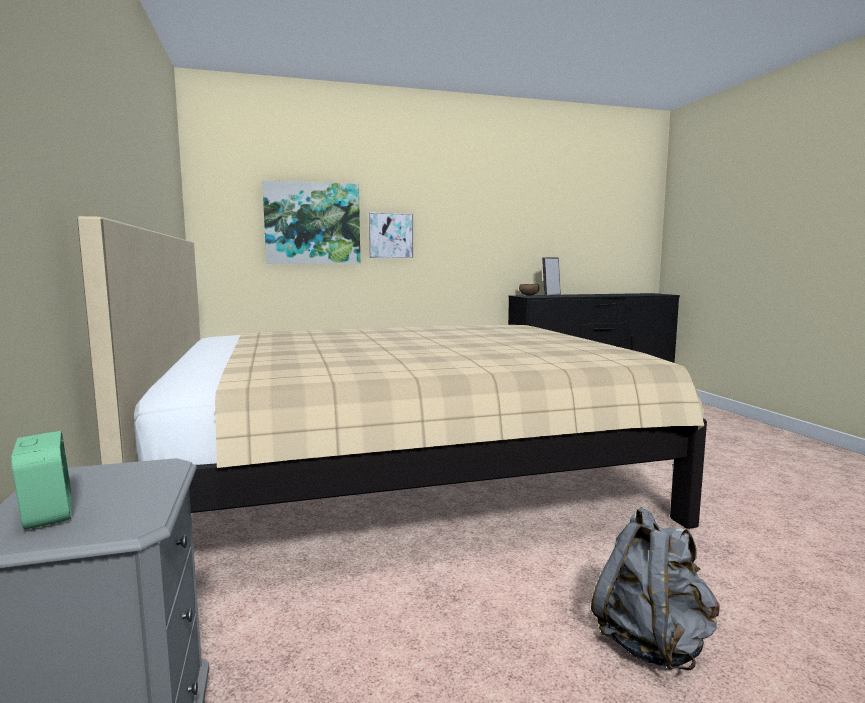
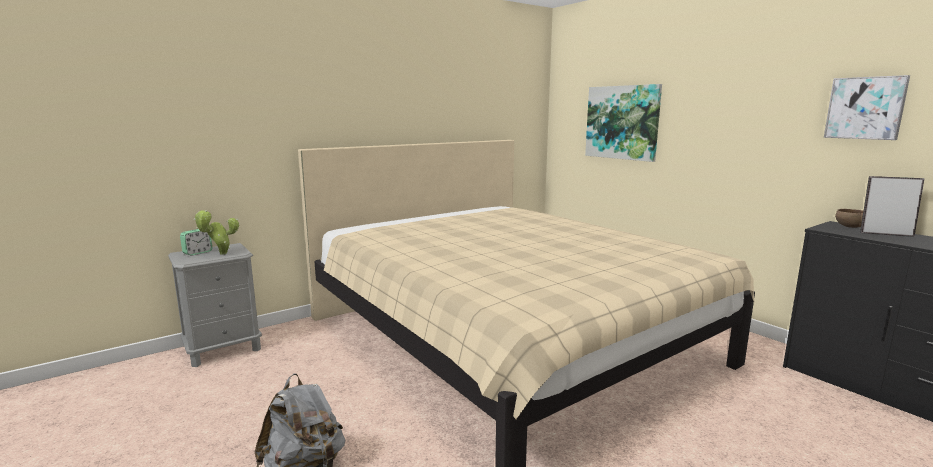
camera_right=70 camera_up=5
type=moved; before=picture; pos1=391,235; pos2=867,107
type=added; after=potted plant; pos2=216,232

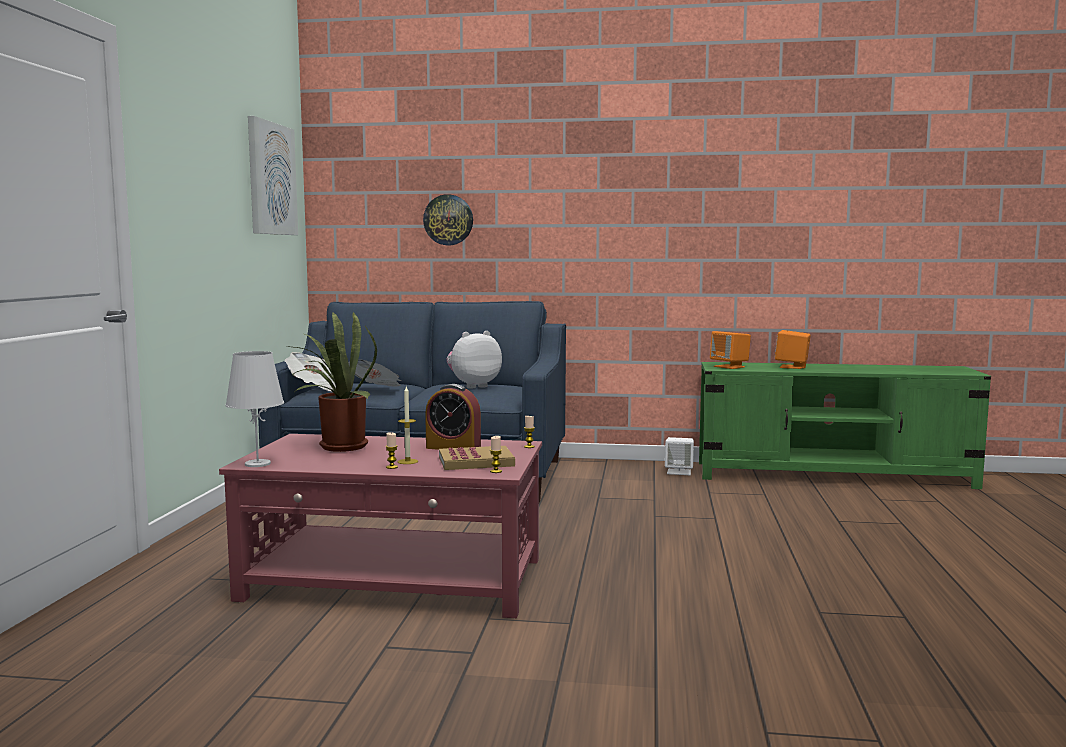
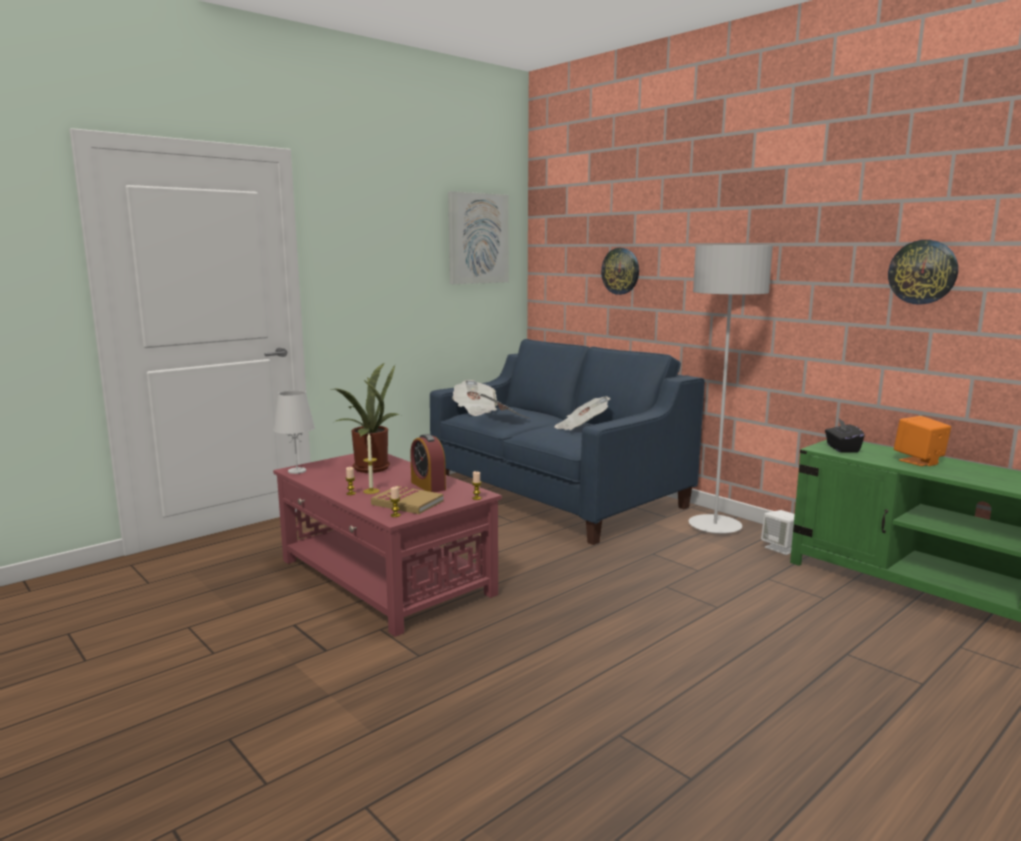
camera_right=40 camera_up=5
type=replaced; before=plush toy; after=newspaper; pos1=474,360; pos2=582,413
type=replaced; before=orange speaker; after=black tissue box; pos1=730,350; pos2=845,436
type=added; after=grey floor lamp; pos2=731,389
type=added; after=wall clock; pos2=923,272

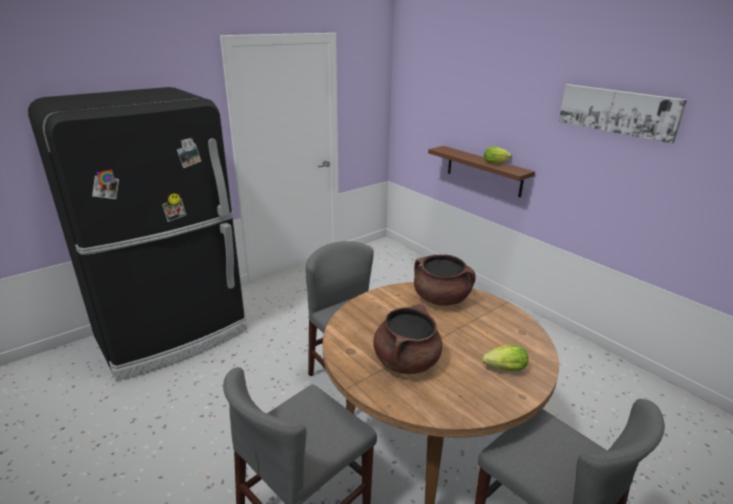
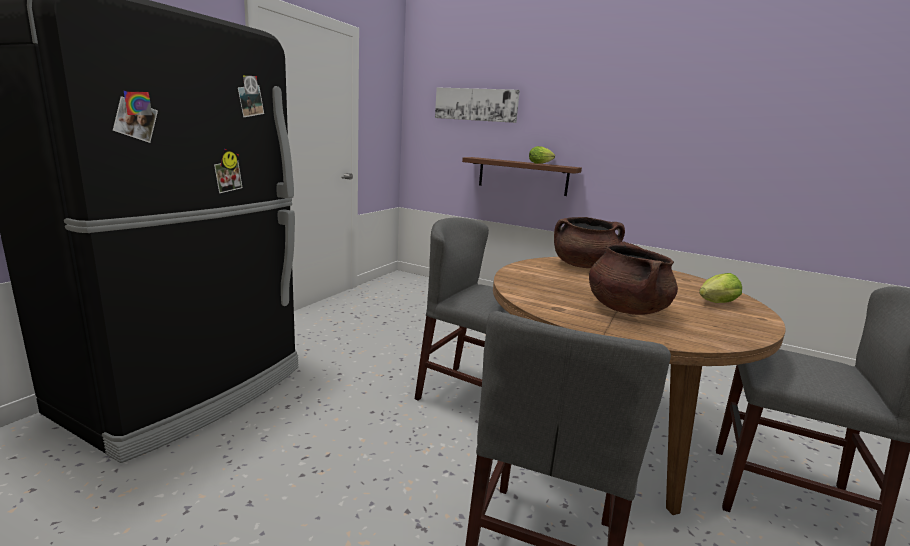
camera_right=-25 camera_up=-10
type=moved; before=picture; pos1=623,114; pos2=477,105

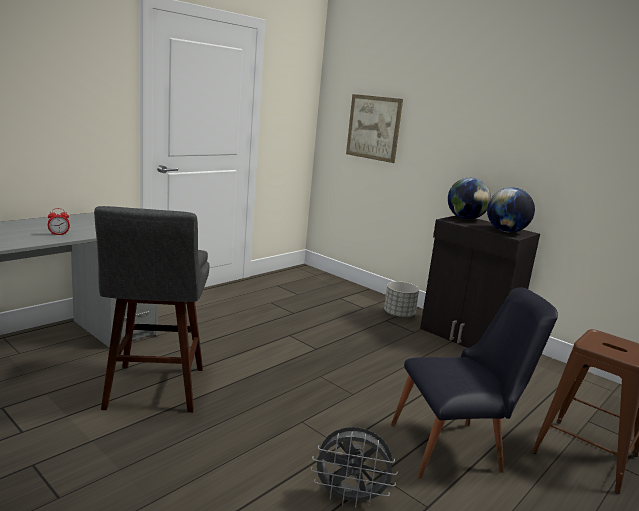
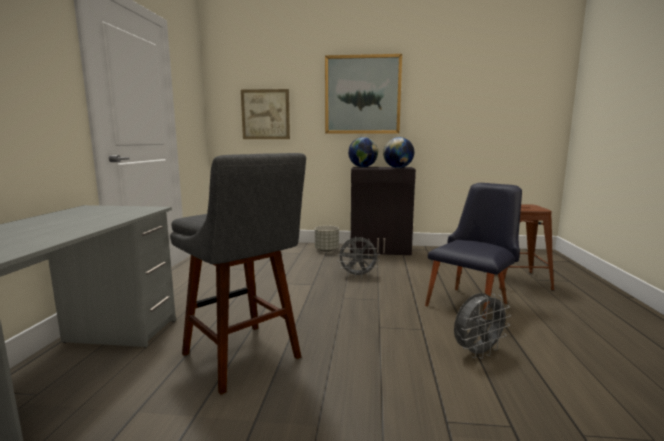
camera_right=-35 camera_up=-5
type=removed; before=alarm clock; pos1=59,221
type=added; after=picture; pos2=363,94
type=added; after=grey fan; pos2=358,257

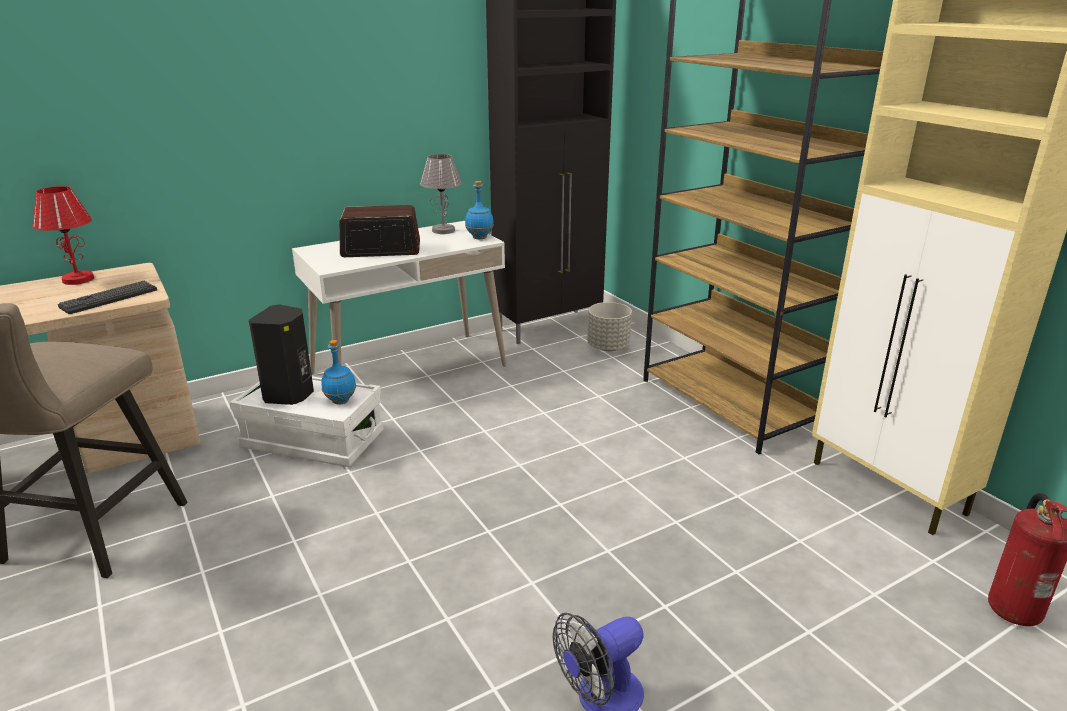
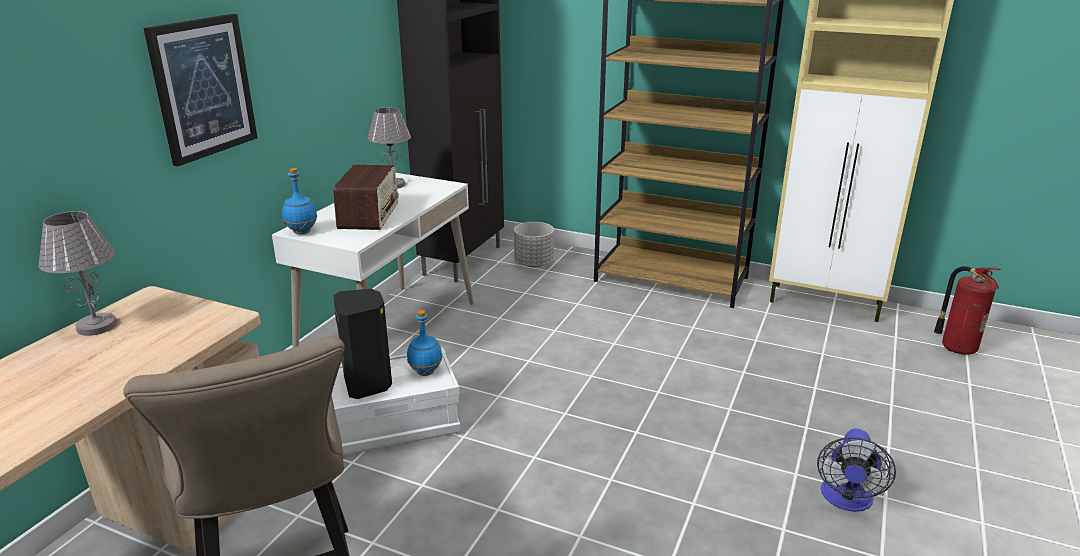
camera_right=-35 camera_up=0
type=recoloured; before=red table lamp; after=grey table lamp; pos1=63,235; pos2=77,273
type=removed; before=keyboard; pos1=107,297
type=turned; before=radio; pos1=380,231; pos2=366,197; turn=135
type=moved; before=blue bottle; pos1=479,210; pos2=299,201
type=added; after=picture; pos2=201,90

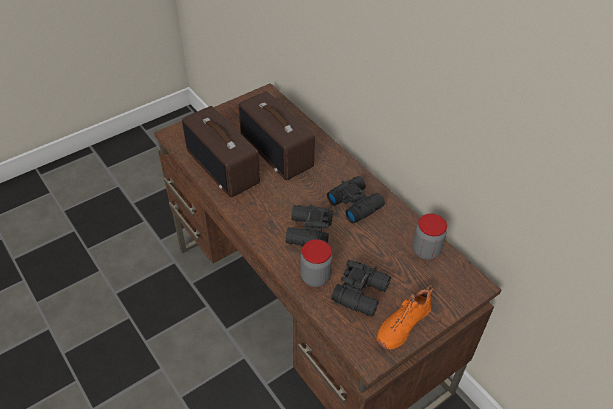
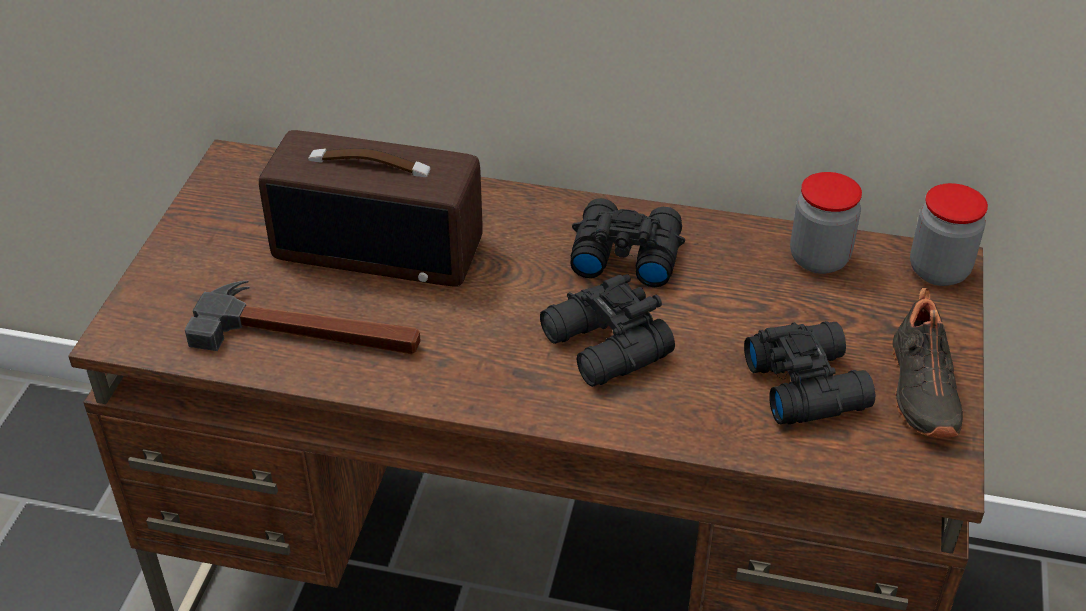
camera_right=-40 camera_up=-5
type=replaced; before=radio; after=hammer; pos1=221,152; pos2=303,317
type=moved; before=jar; pos1=316,263; pos2=949,234
type=recoloured; before=orange shoe; after=black shoe; pos1=405,317; pos2=927,363

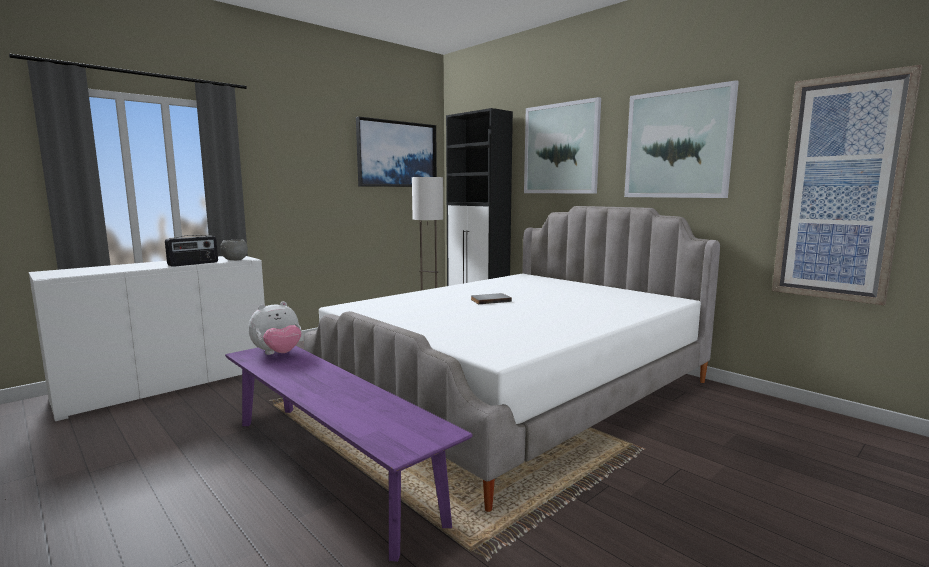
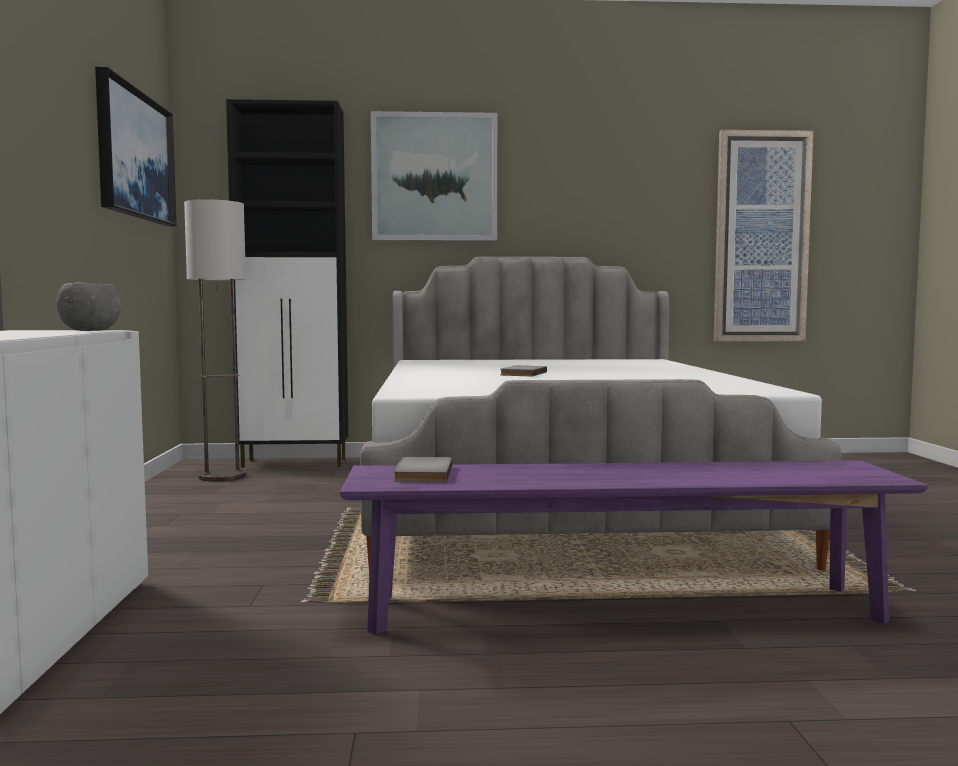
camera_right=-50 camera_up=-5
type=removed; before=radio; pos1=191,251
type=replaced; before=plush toy; after=grey book; pos1=274,328; pos2=423,469
type=removed; before=picture; pos1=681,139

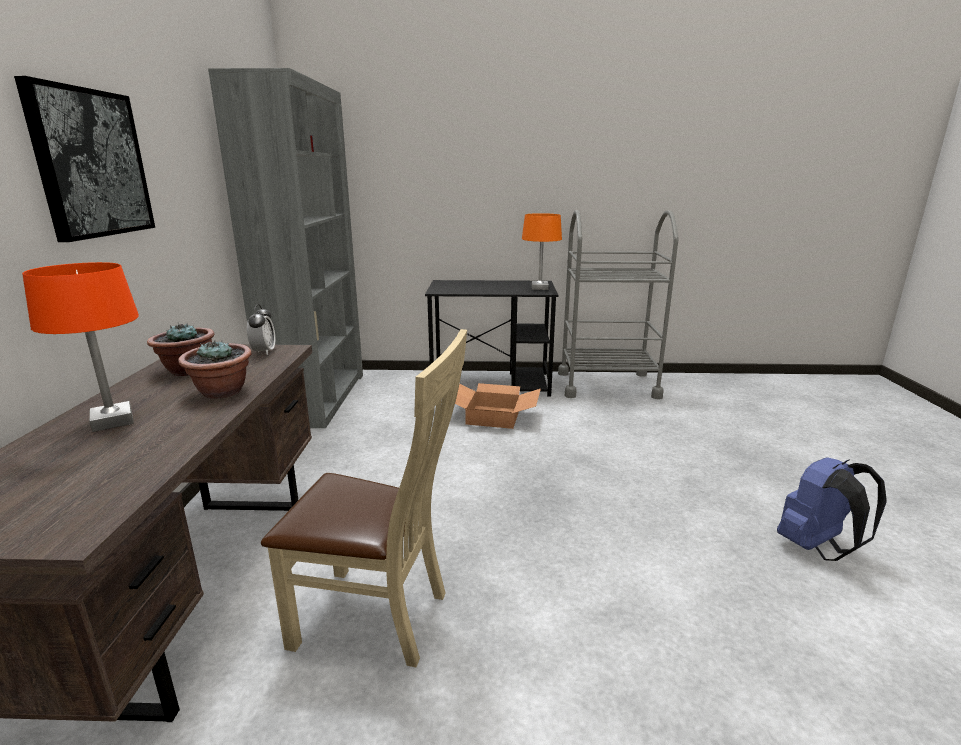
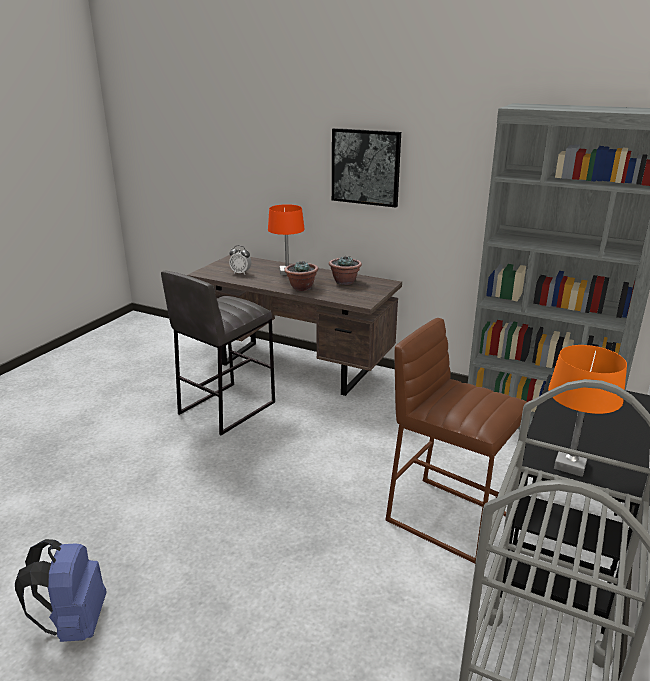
camera_right=115 camera_up=5
type=moved; before=alarm clock; pos1=261,329; pos2=240,260
type=replaced; before=beige chair; after=grey stool; pos1=364,498; pos2=218,353
type=replaced; before=cardboard box; after=brown stool; pos1=498,406; pos2=456,441

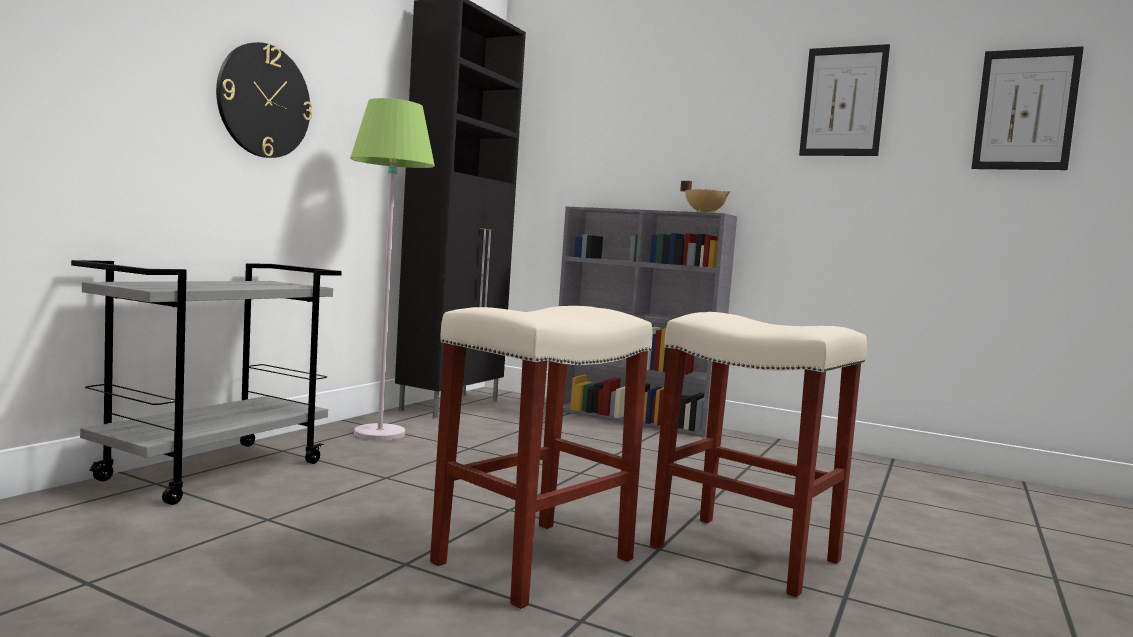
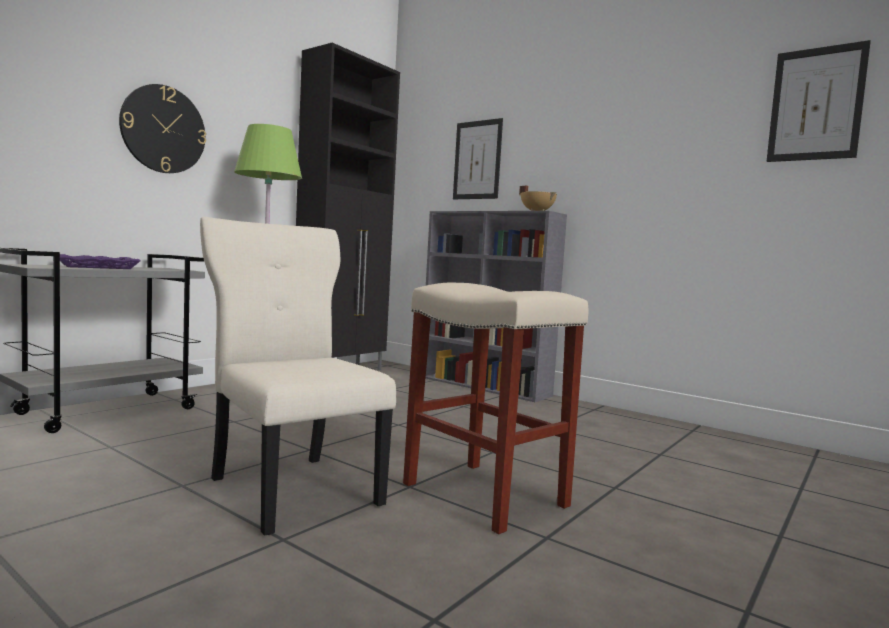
camera_right=10 camera_up=0
type=replaced; before=beige stool; after=beige chair; pos1=541,457; pos2=298,376
type=moved; before=picture; pos1=844,100; pos2=478,158
type=added; after=purple tray; pos2=100,261

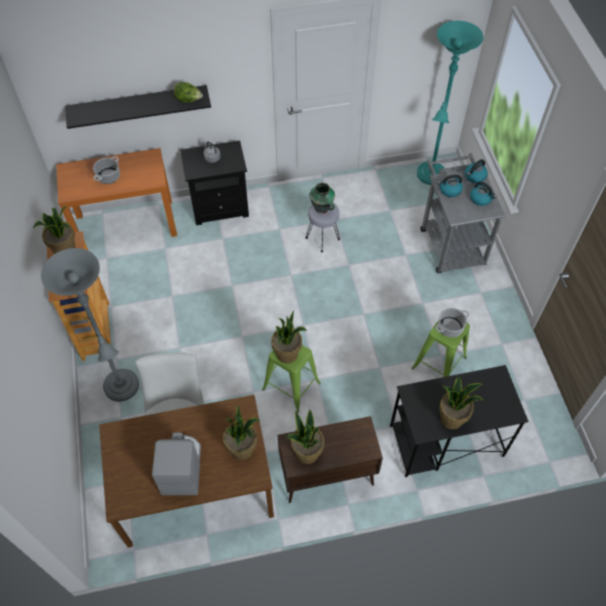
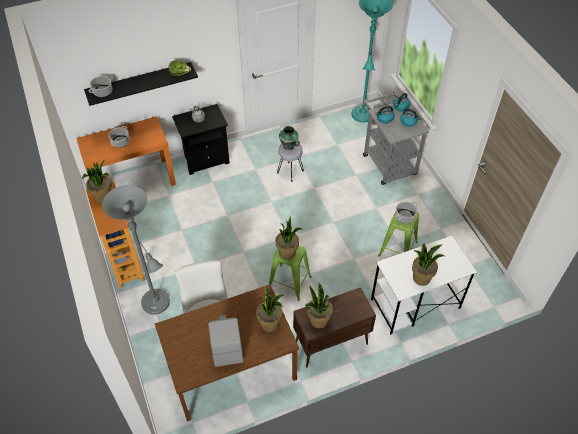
camera_right=-10 camera_up=-5
type=recoloured; before=black desk; after=white desk; pos1=459,421; pos2=424,285
type=added; after=cooking pot; pos2=101,86

